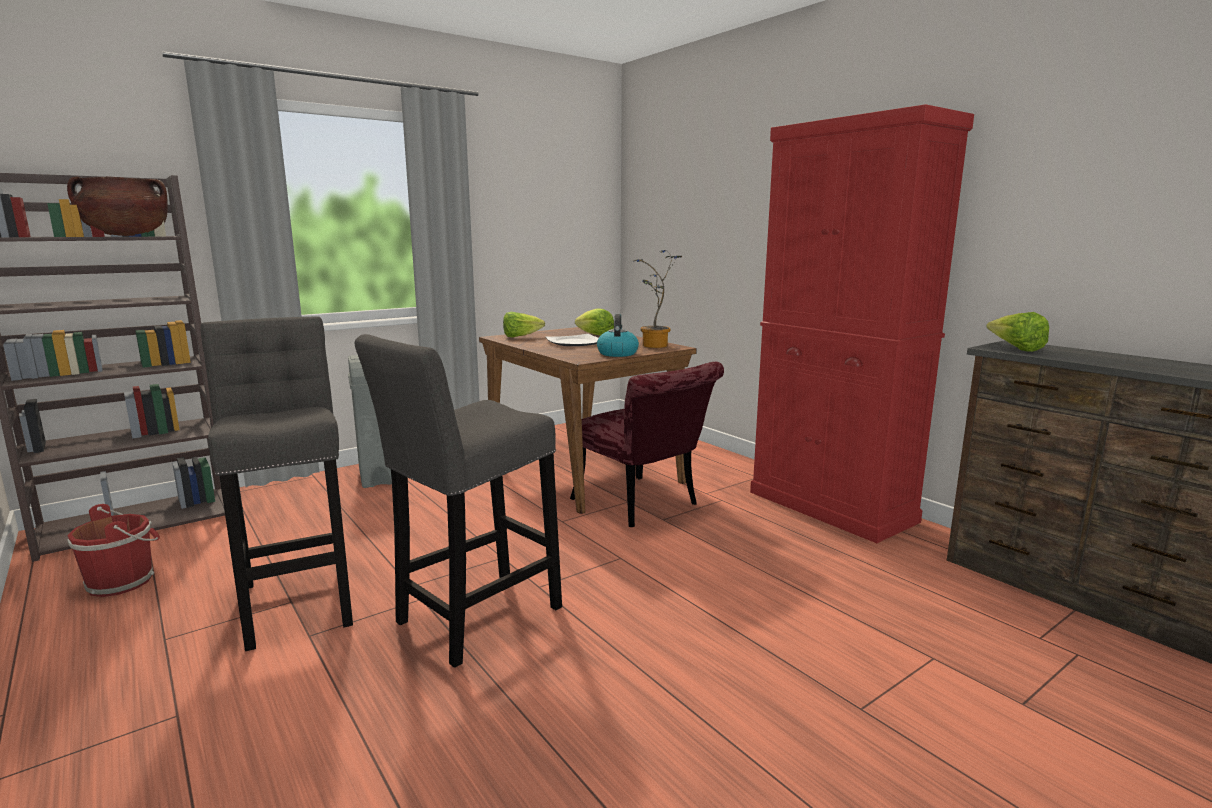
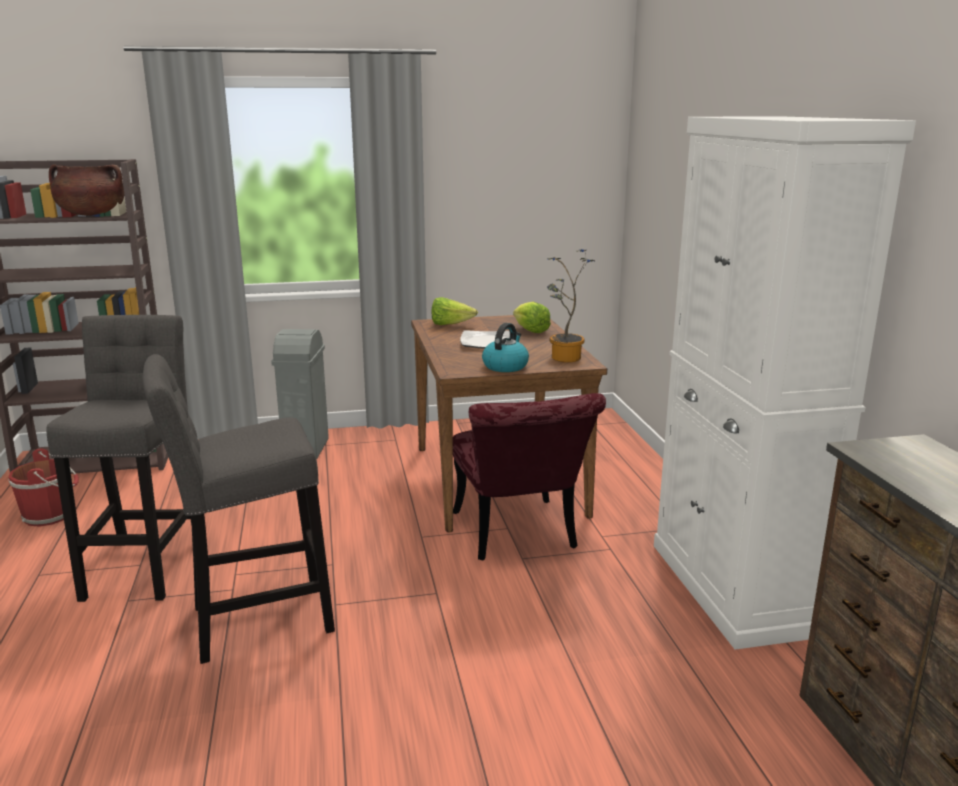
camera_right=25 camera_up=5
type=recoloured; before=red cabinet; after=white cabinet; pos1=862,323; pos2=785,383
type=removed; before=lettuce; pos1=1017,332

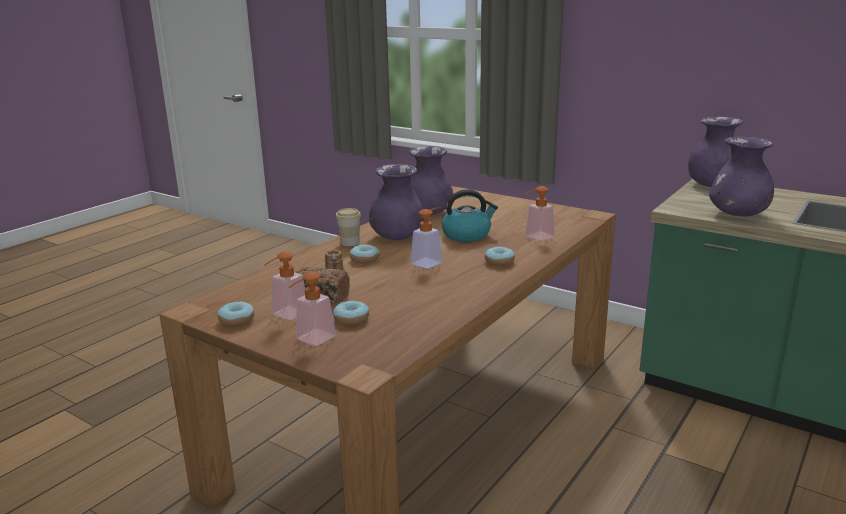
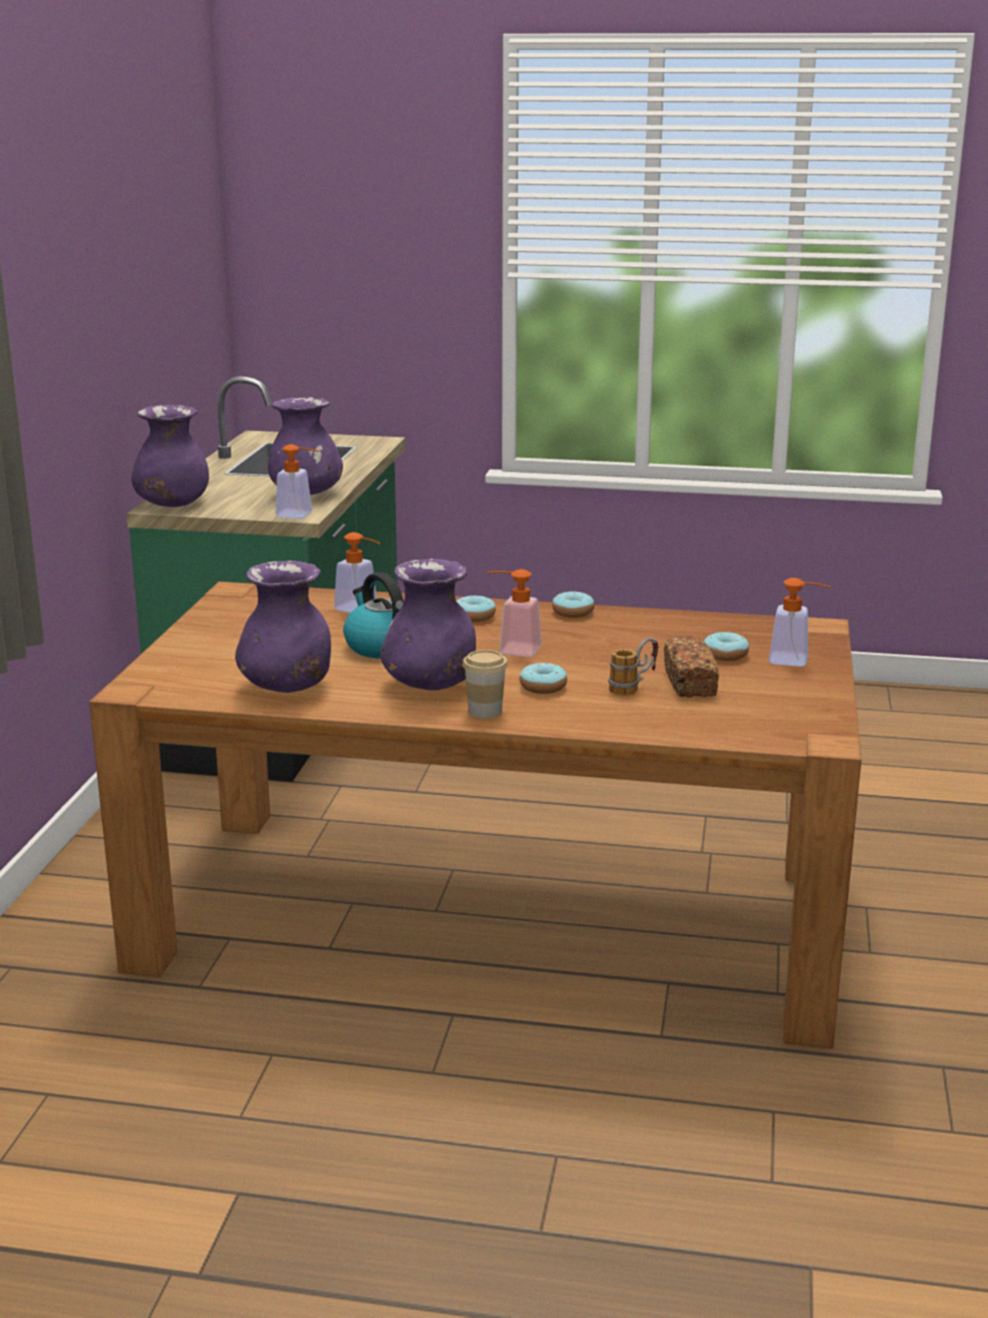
camera_right=-115 camera_up=0
type=moved; before=donut; pos1=236,313; pos2=573,605
type=moved; before=soap dispenser; pos1=284,285; pos2=297,481

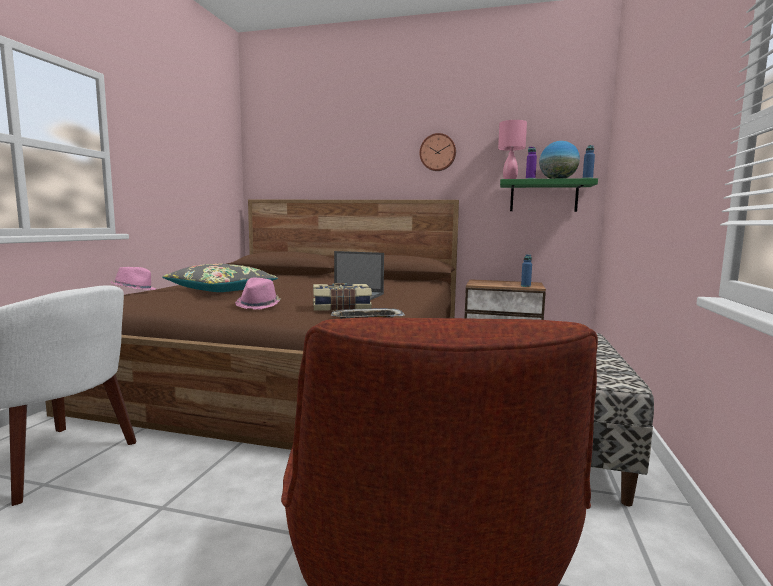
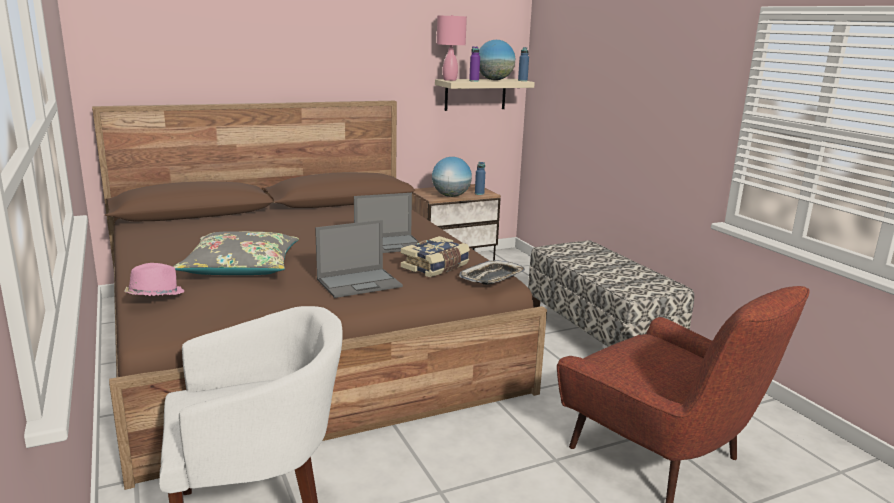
camera_right=-40 camera_up=10
type=replaced; before=pink hat; after=laptop; pos1=258,294; pos2=359,259
type=removed; before=wall clock; pos1=438,152
type=recoloured; before=green shelf; after=beige shelf; pos1=549,195; pos2=485,95
type=added; after=globe; pos2=452,177

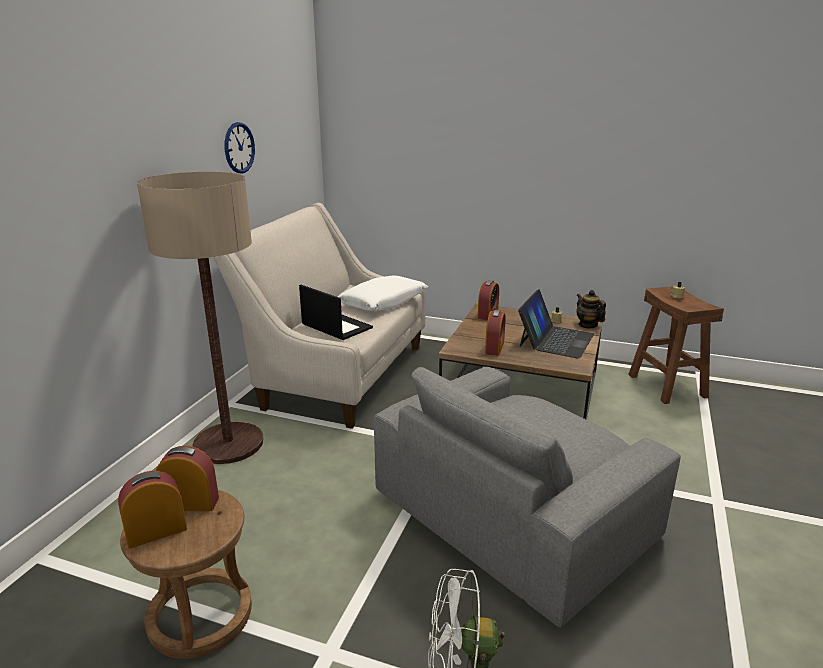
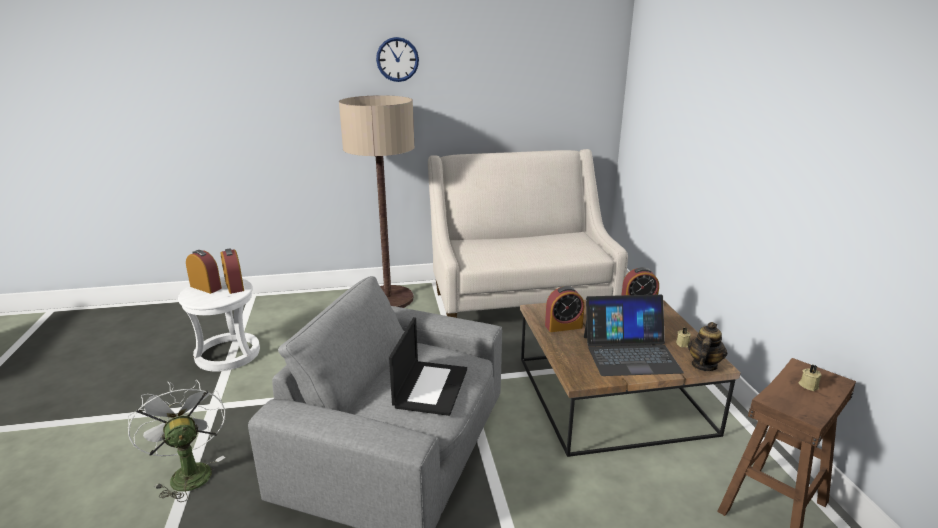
camera_right=60 camera_up=0
type=recoloured; before=brown stool; after=white stool; pos1=186,574; pos2=219,324
type=moved; before=wall clock; pos1=239,147; pos2=397,59
type=moved; before=laptop; pos1=336,312; pos2=428,366
type=removed; before=white pillow; pos1=383,293

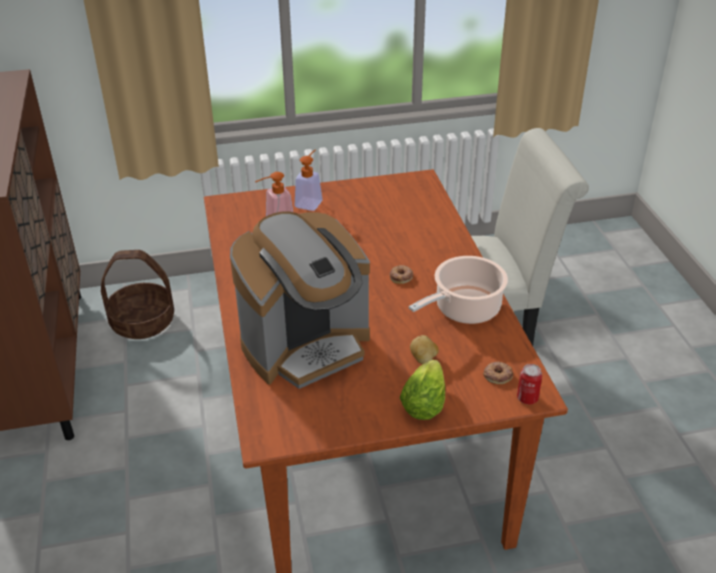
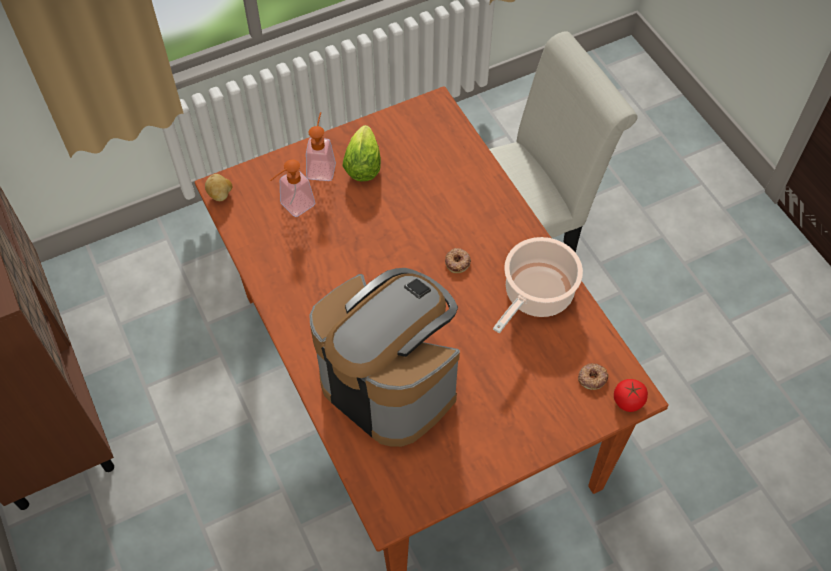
camera_right=-15 camera_up=20
type=removed; before=basket; pos1=137,294
type=turned; before=coffee machine; pos1=300,300; pos2=384,357; turn=-90
type=moved; before=lettuce; pos1=422,390; pos2=362,153
type=moved; before=potato; pos1=424,349; pos2=219,187
type=replaced; before=can; after=tomato; pos1=529,384; pos2=631,395

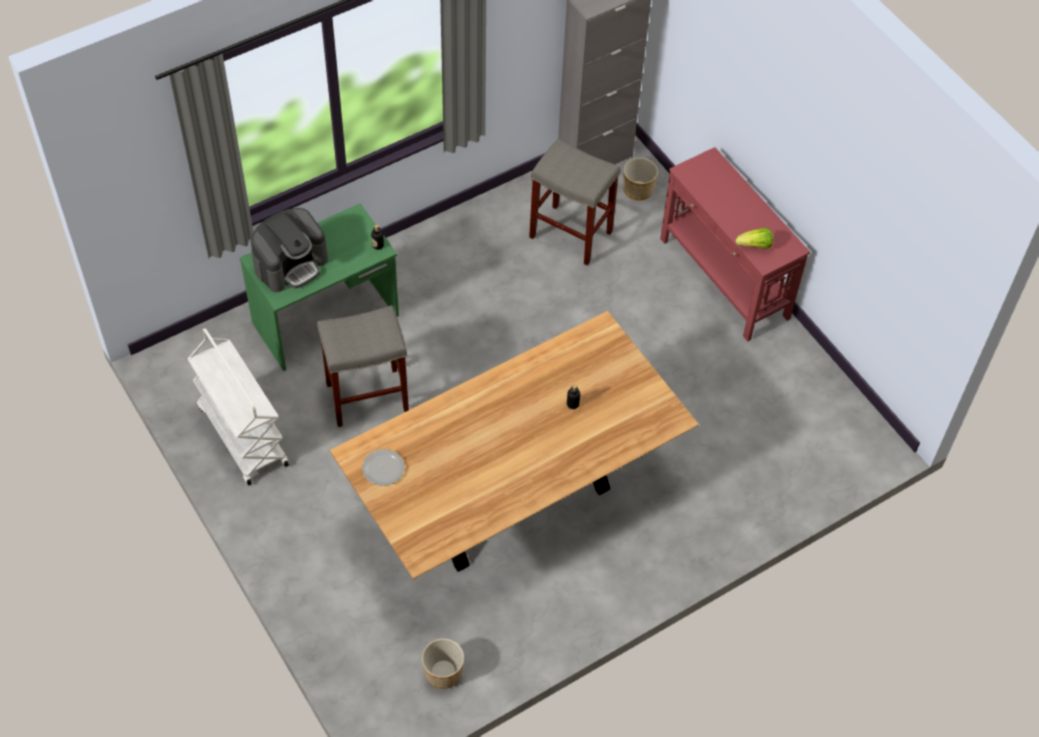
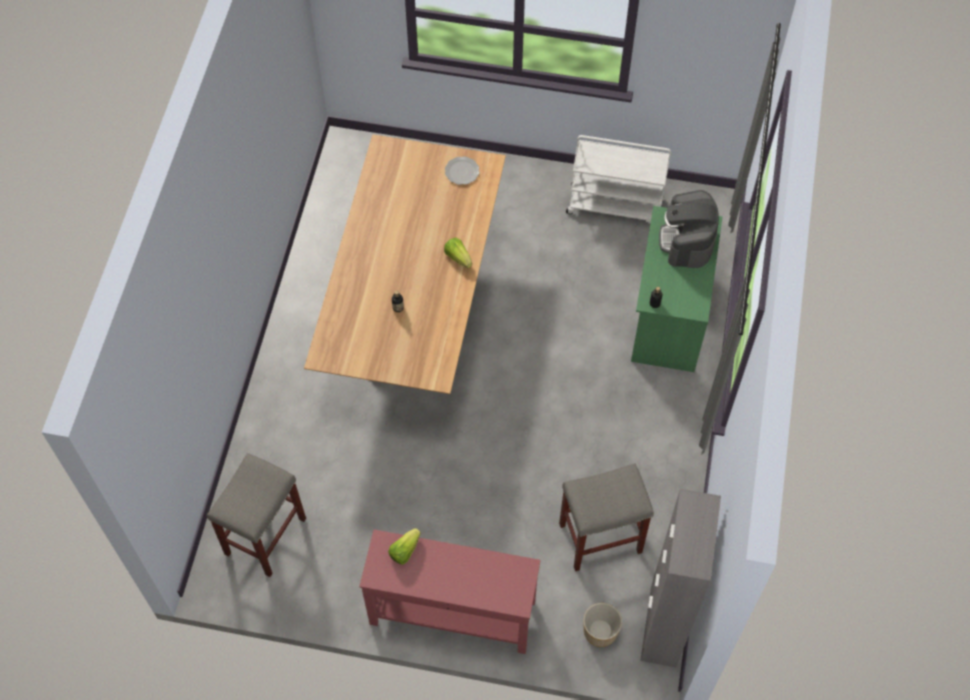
camera_right=135 camera_up=5
type=moved; before=grey stool; pos1=363,366; pos2=256,515
type=removed; before=planter; pos1=443,663
type=added; after=lettuce; pos2=458,253

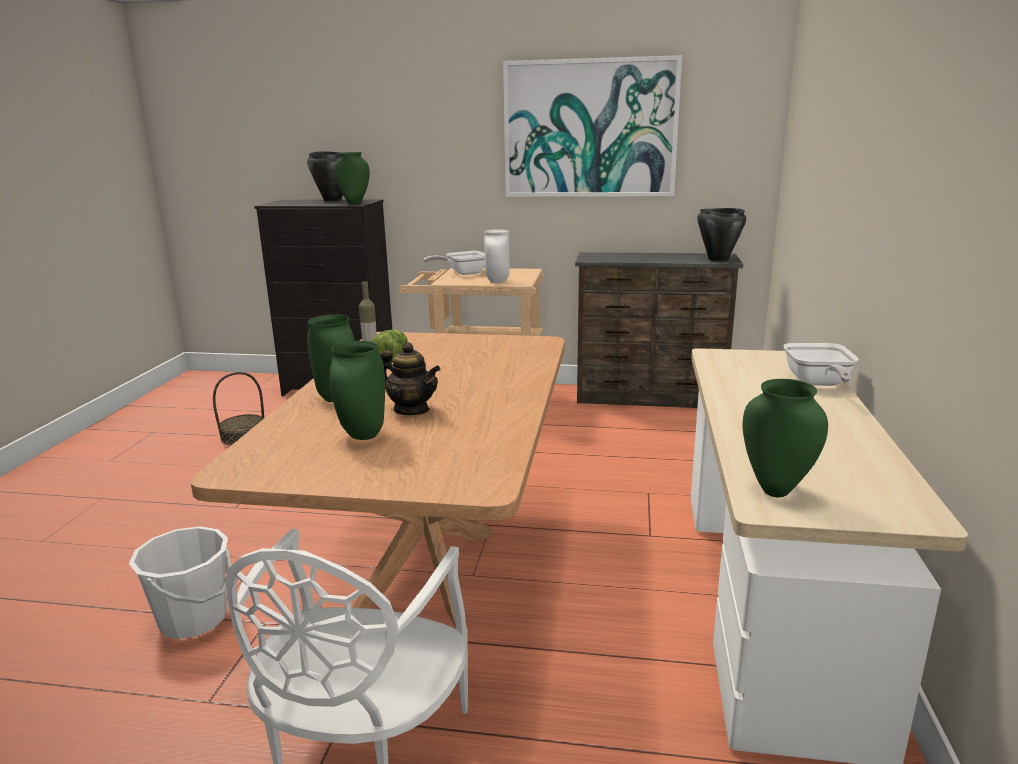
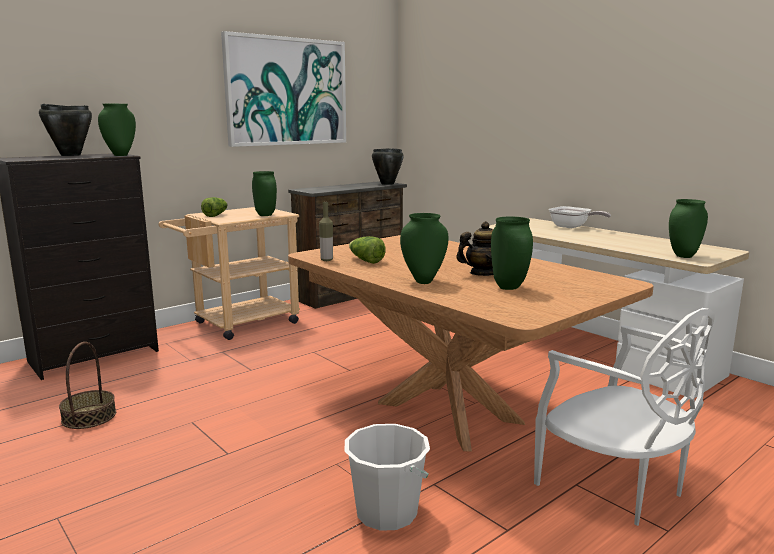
camera_right=-50 camera_up=-5
type=replaced; before=frying pan; after=lettuce; pos1=454,263; pos2=214,207
type=recoloured; before=white vase; after=green vase; pos1=497,256; pos2=264,193

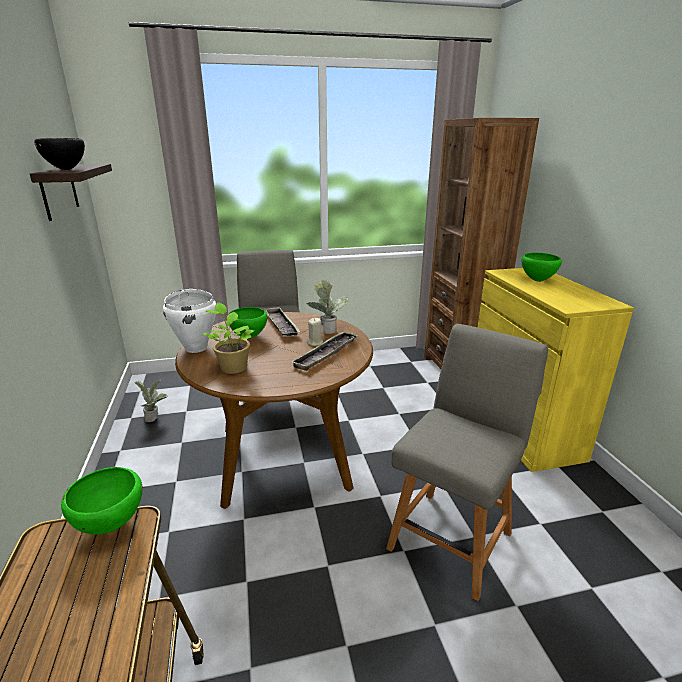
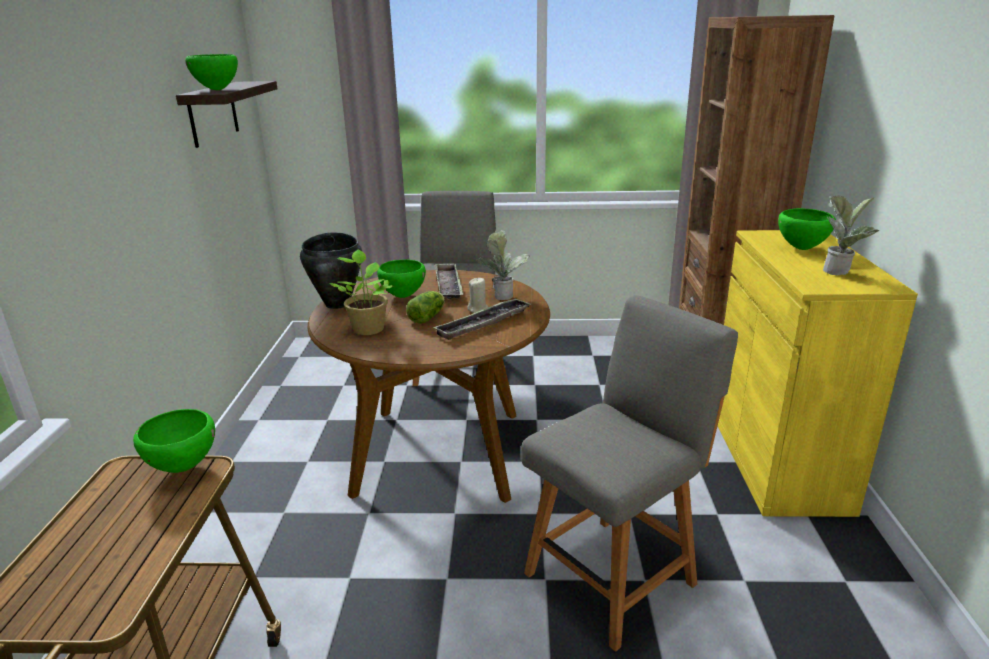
camera_right=15 camera_up=0
type=recoloured; before=black bowl; after=green bowl; pos1=59,154; pos2=211,72
type=moved; before=potted plant; pos1=151,401; pos2=851,235
type=recoloured; before=white cooking pot; after=black cooking pot; pos1=189,321; pos2=331,270
type=added; after=lettuce; pos2=425,307

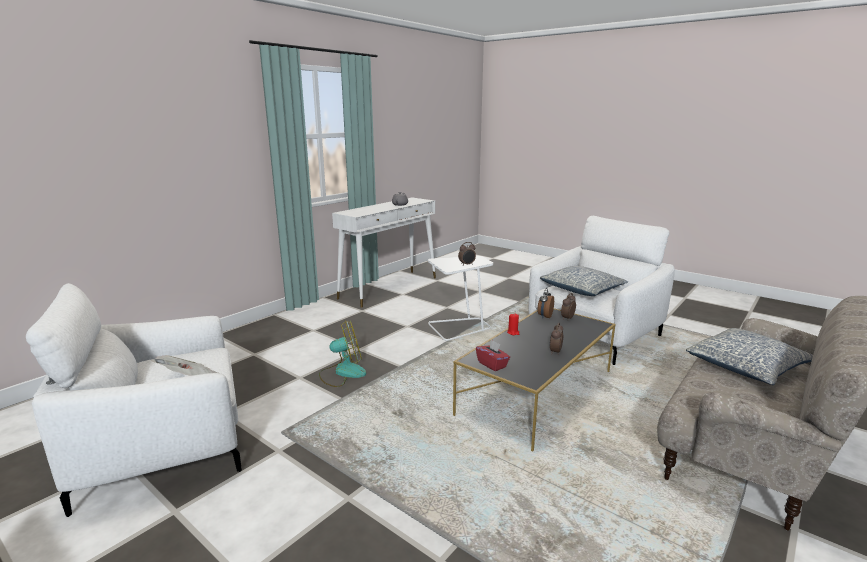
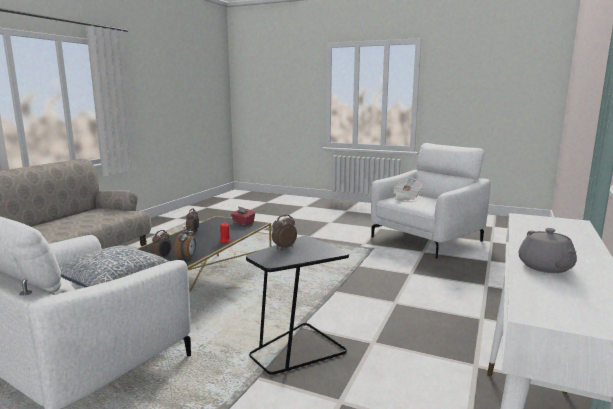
camera_right=165 camera_up=-5
type=removed; before=fan; pos1=342,354
type=recoloured; before=white side table; after=black side table; pos1=460,298; pos2=297,305
type=removed; before=pillow; pos1=749,356

